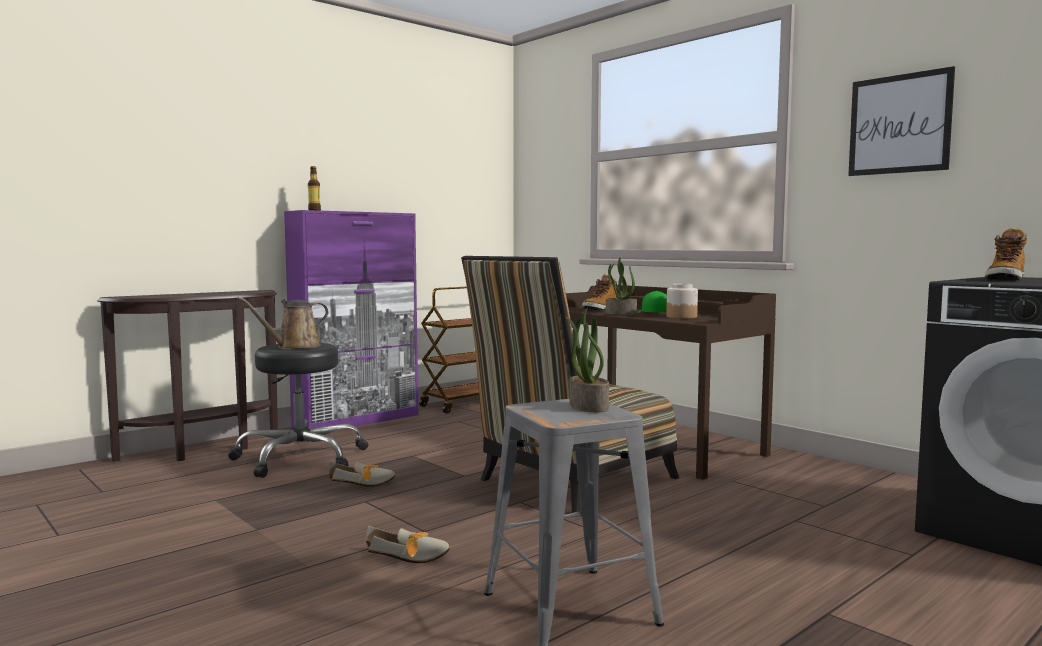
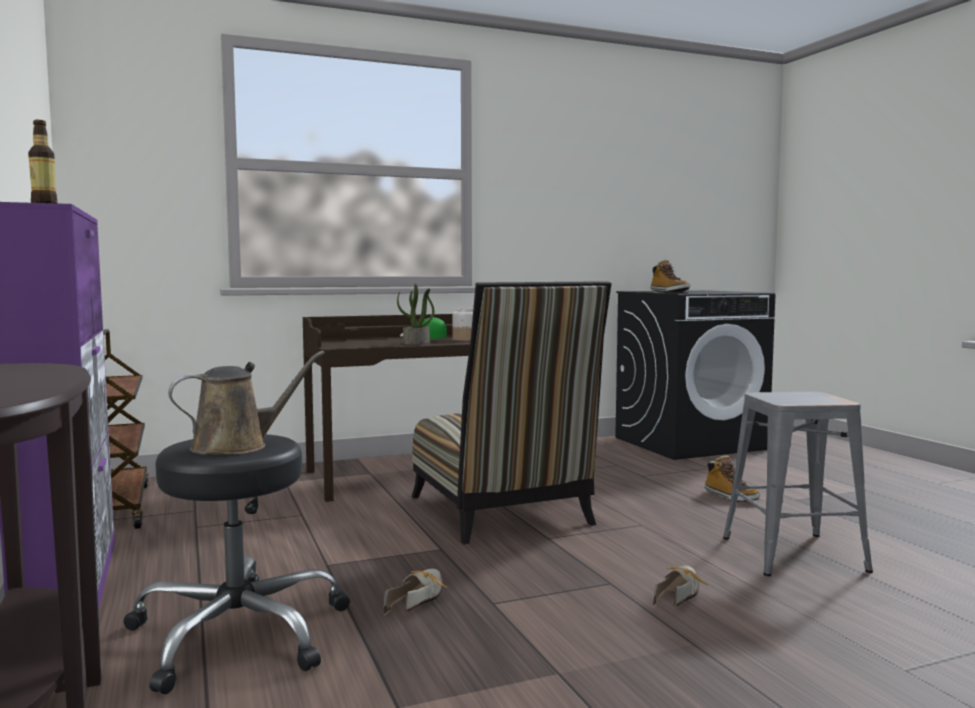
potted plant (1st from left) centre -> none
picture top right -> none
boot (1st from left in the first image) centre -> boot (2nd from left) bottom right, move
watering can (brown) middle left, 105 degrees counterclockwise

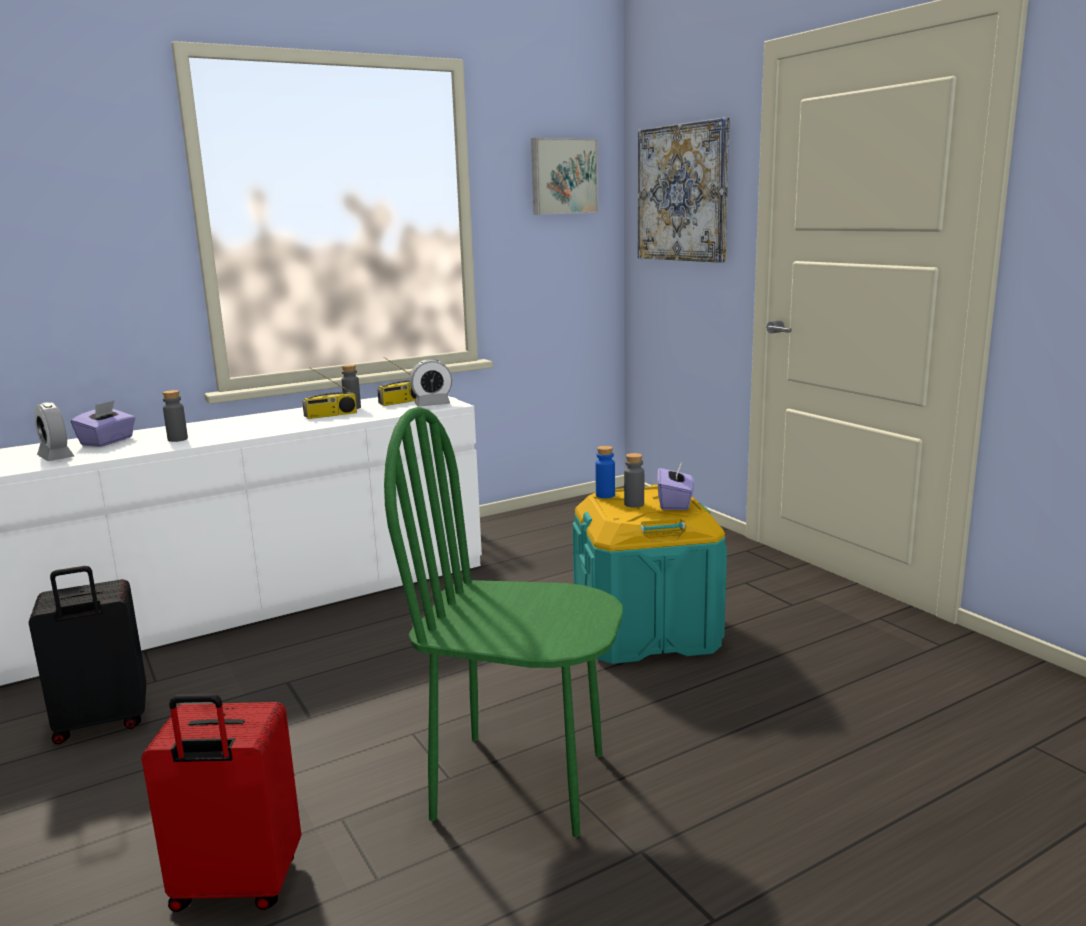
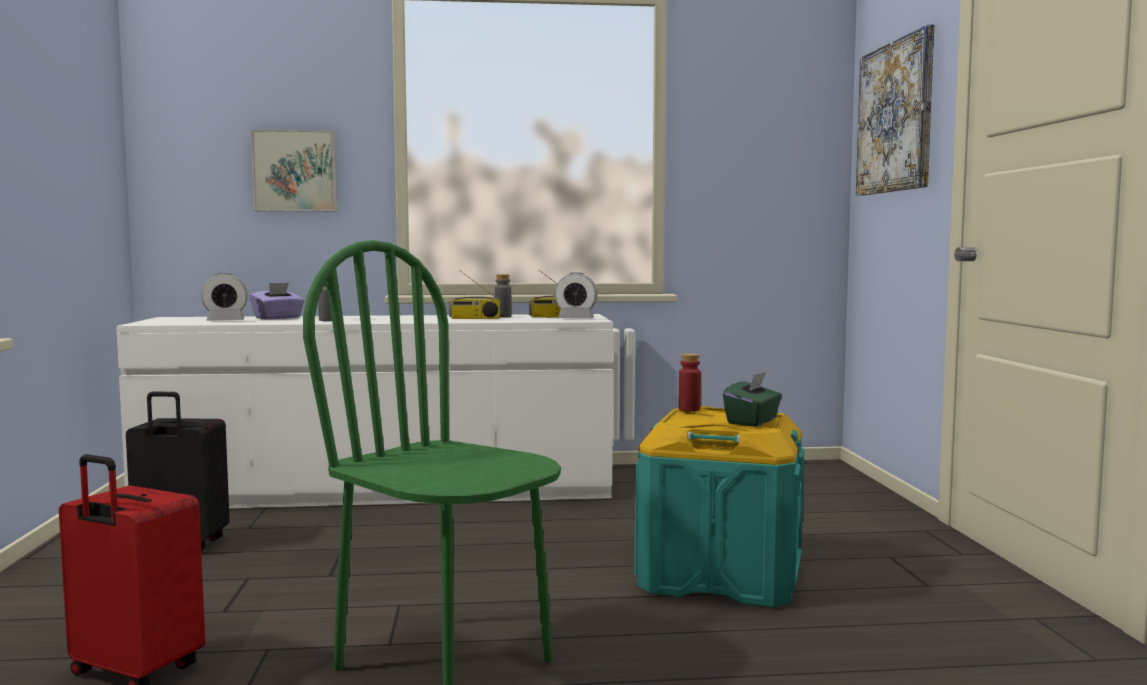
bottle (grey) (3rd from left) centre -> none
picture (1st from left) top centre -> picture (1st from left) top left, move
bottle (blue) centre -> bottle (red) centre
tissue box (purple) (2nd from left) centre -> tissue box (green) centre
alarm clock (1st from left) middle left, 90 degrees counterclockwise

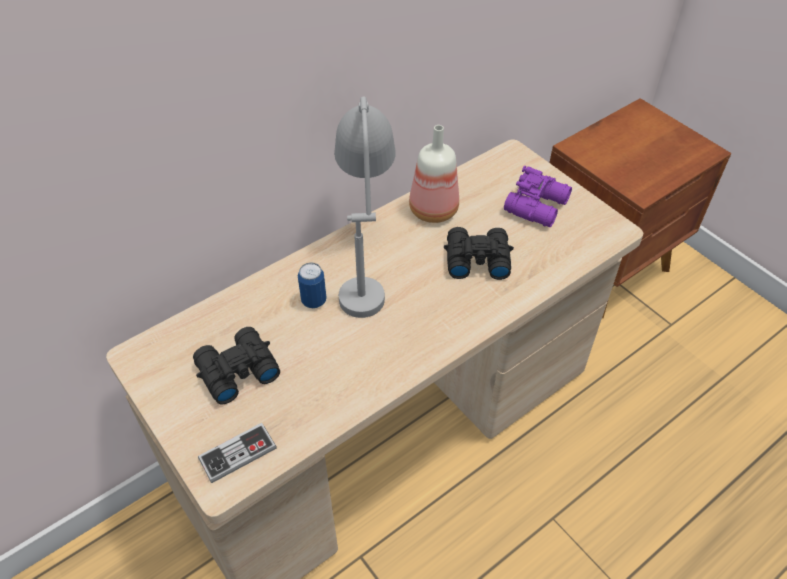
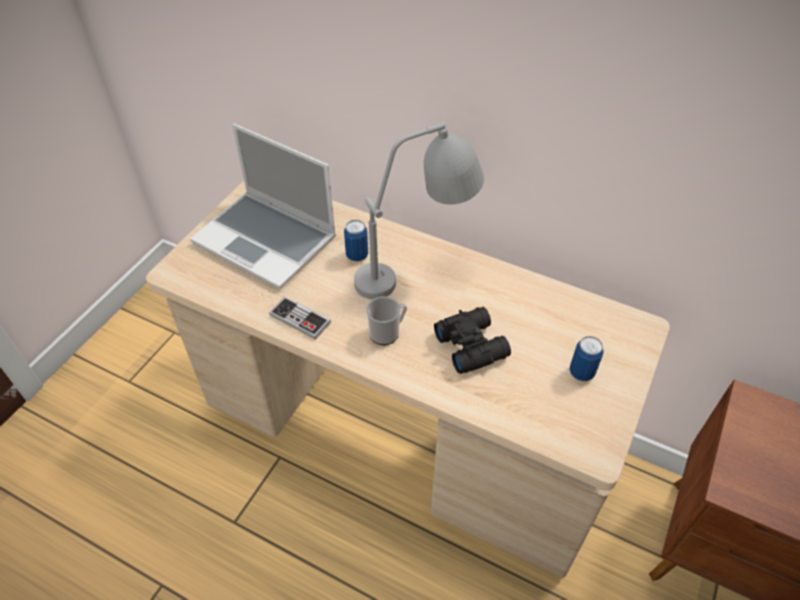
bottle top centre -> none
none -> mug centre
game controller bottom left -> game controller centre, move
binoculars (black) (1st from left) middle left -> laptop middle left
binoculars (purple) middle right -> can (2nd from left) middle right

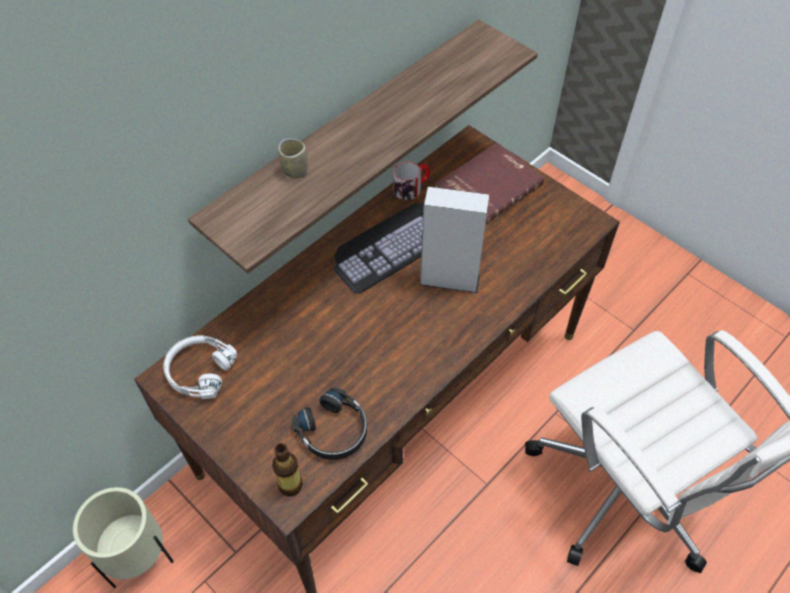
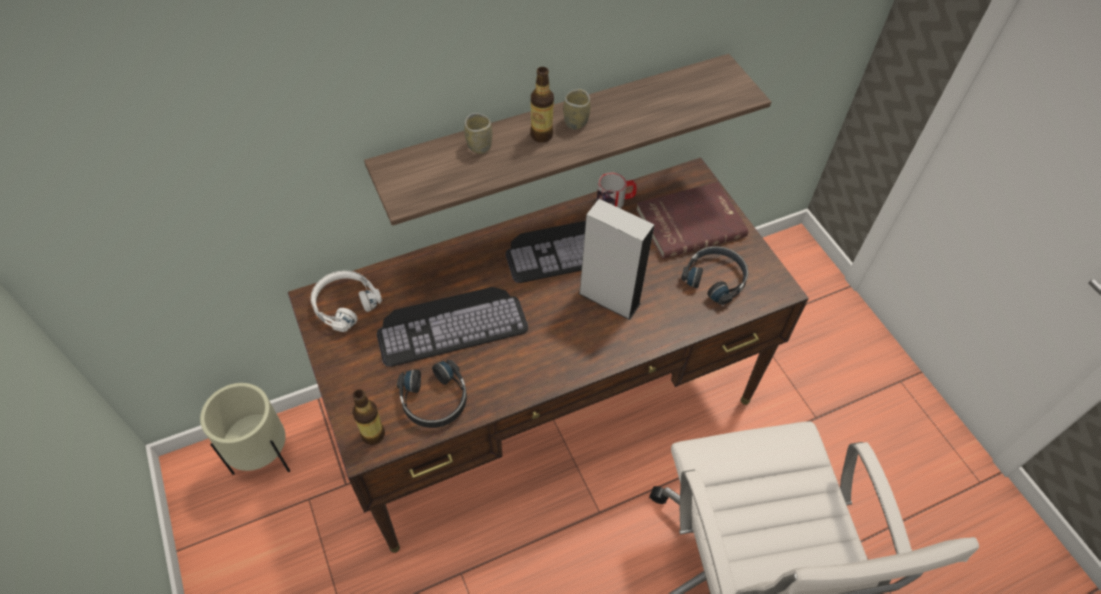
none -> keyboard (1st from left) centre
none -> bottle (2nd from left) top centre
none -> cup (2nd from left) top centre
none -> headphones (black) (2nd from left) centre

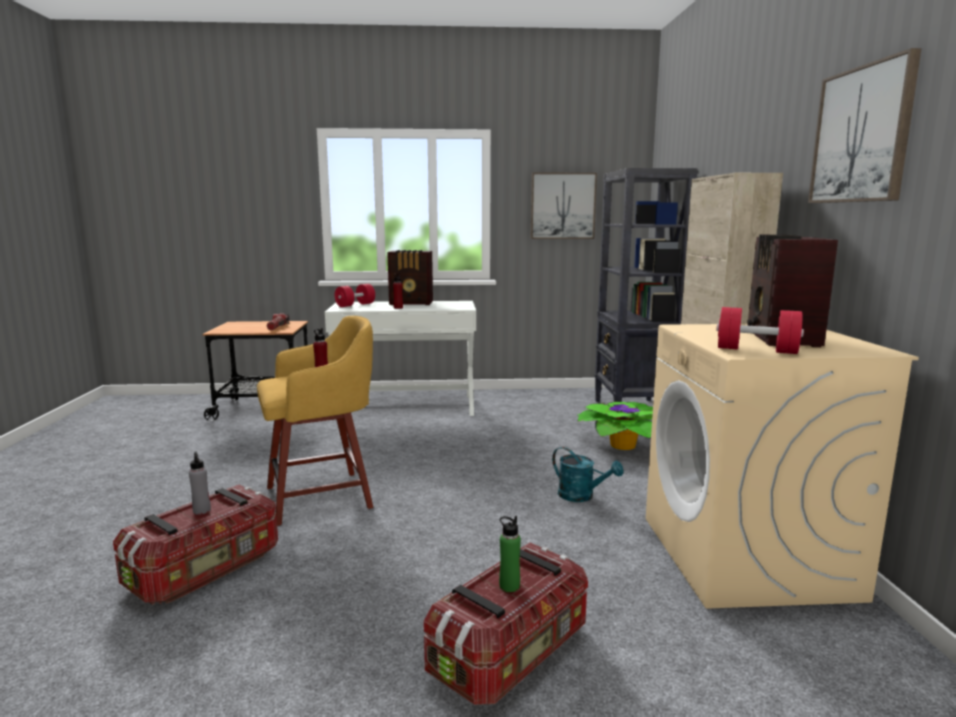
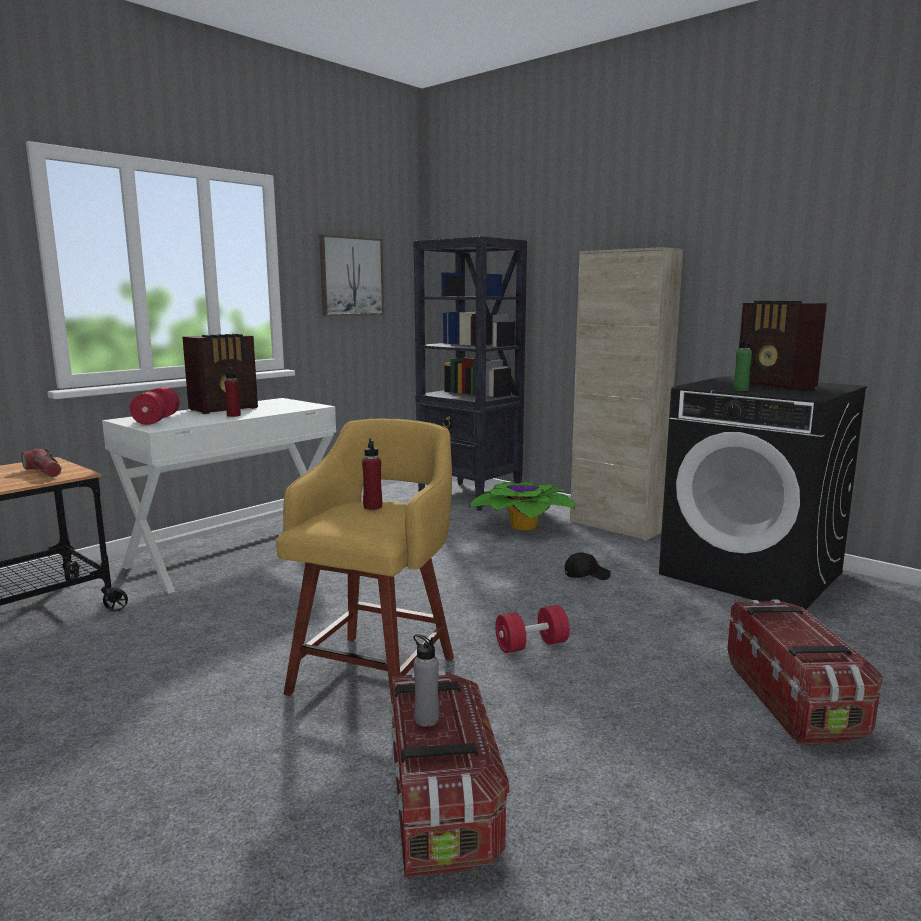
picture (2nd from left) top right -> none
bottle (green) bottom centre -> bottle (green) middle right, move
dumbbell (red) (2nd from left) middle right -> dumbbell (red) (2nd from left) bottom centre, move
watering can (turquoise) centre -> cap (black) centre
washing machine (beige) middle right -> washing machine (black) middle right

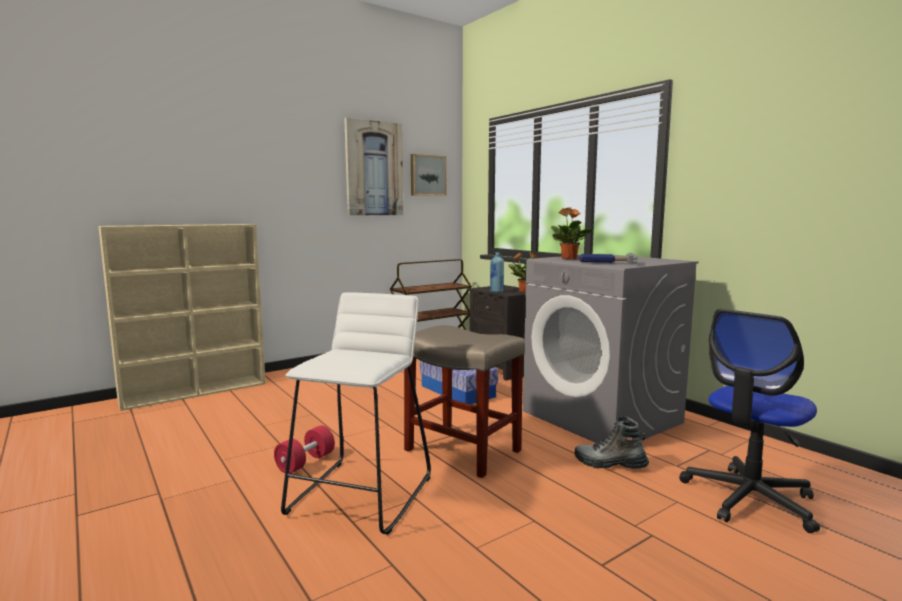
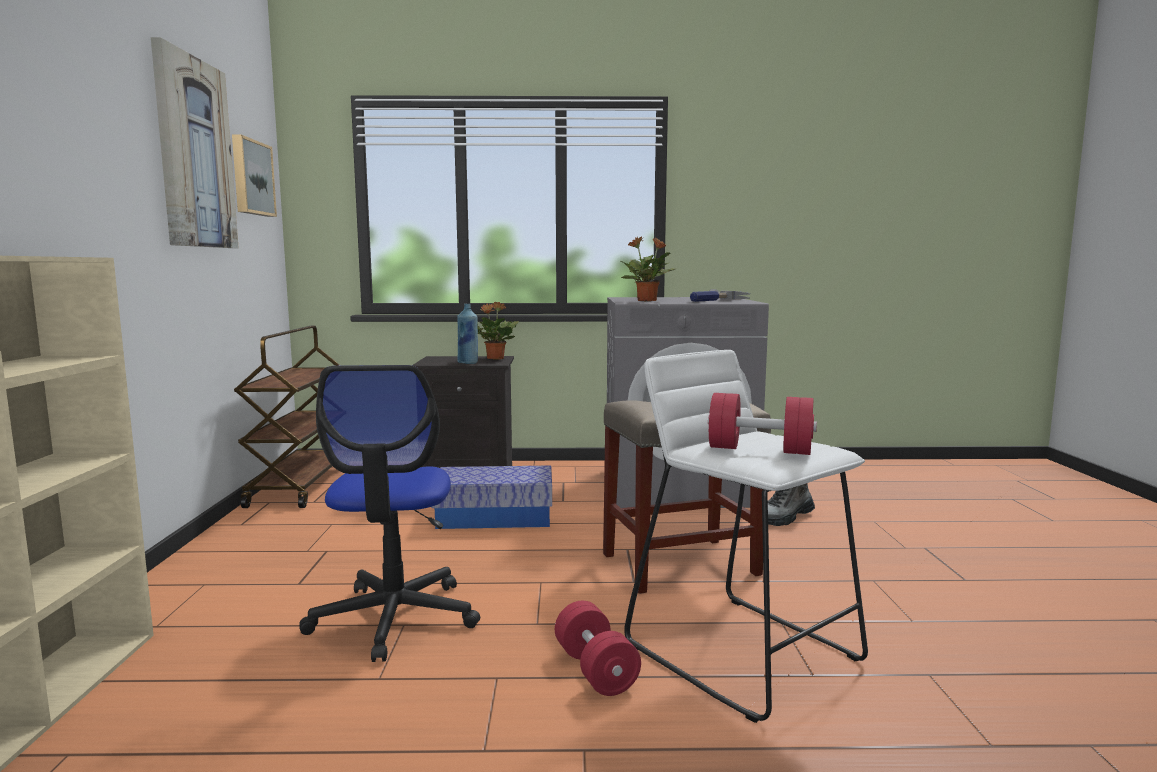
none -> dumbbell (red) (2nd from left) centre
office chair bottom right -> office chair centre, move

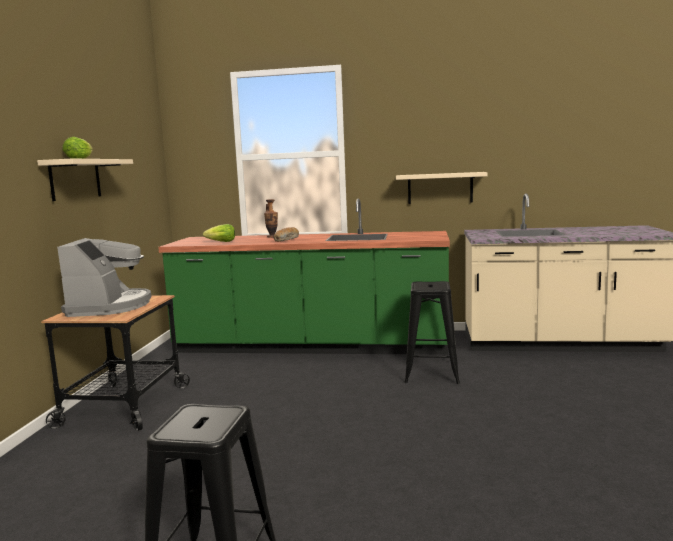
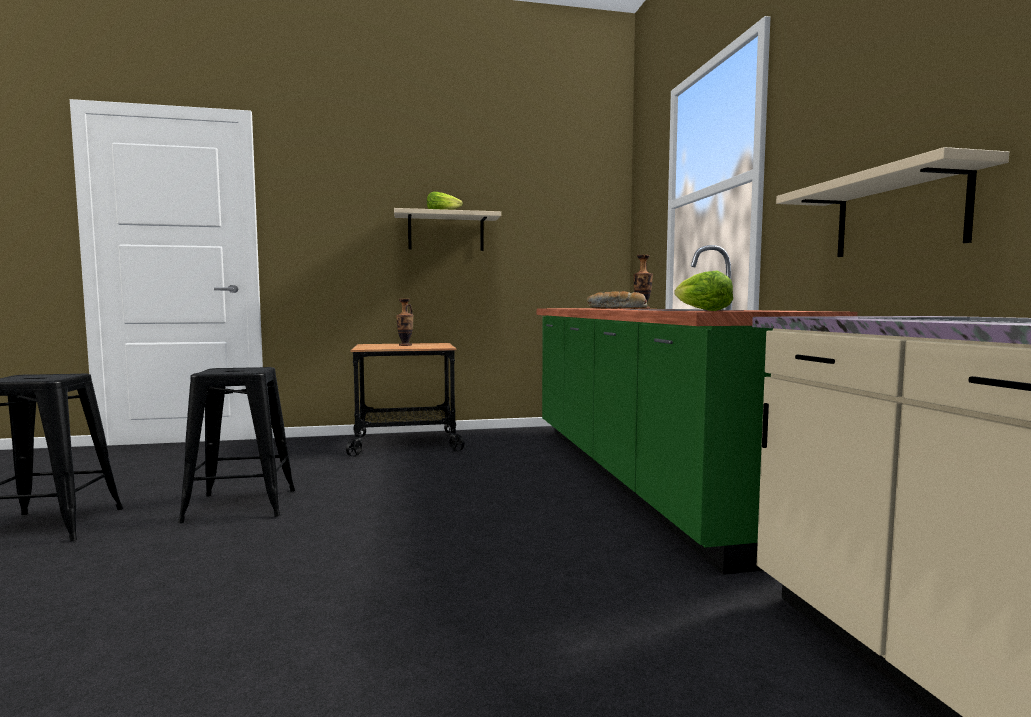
lettuce (2nd from left) middle left -> lettuce (2nd from left) middle right, move
stool (black) (2nd from left) centre -> stool (black) (2nd from left) middle left, move
coffee machine middle left -> vase (1st from left) centre

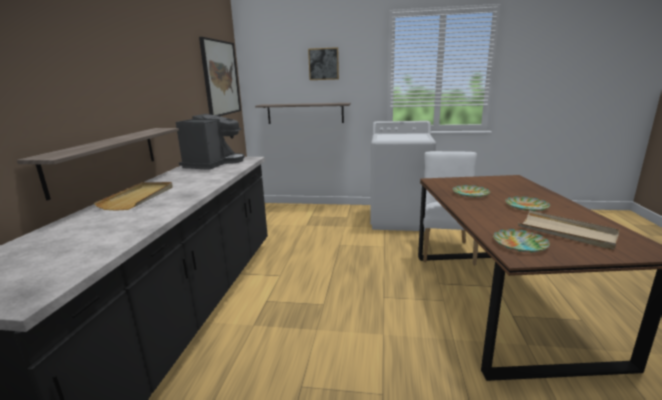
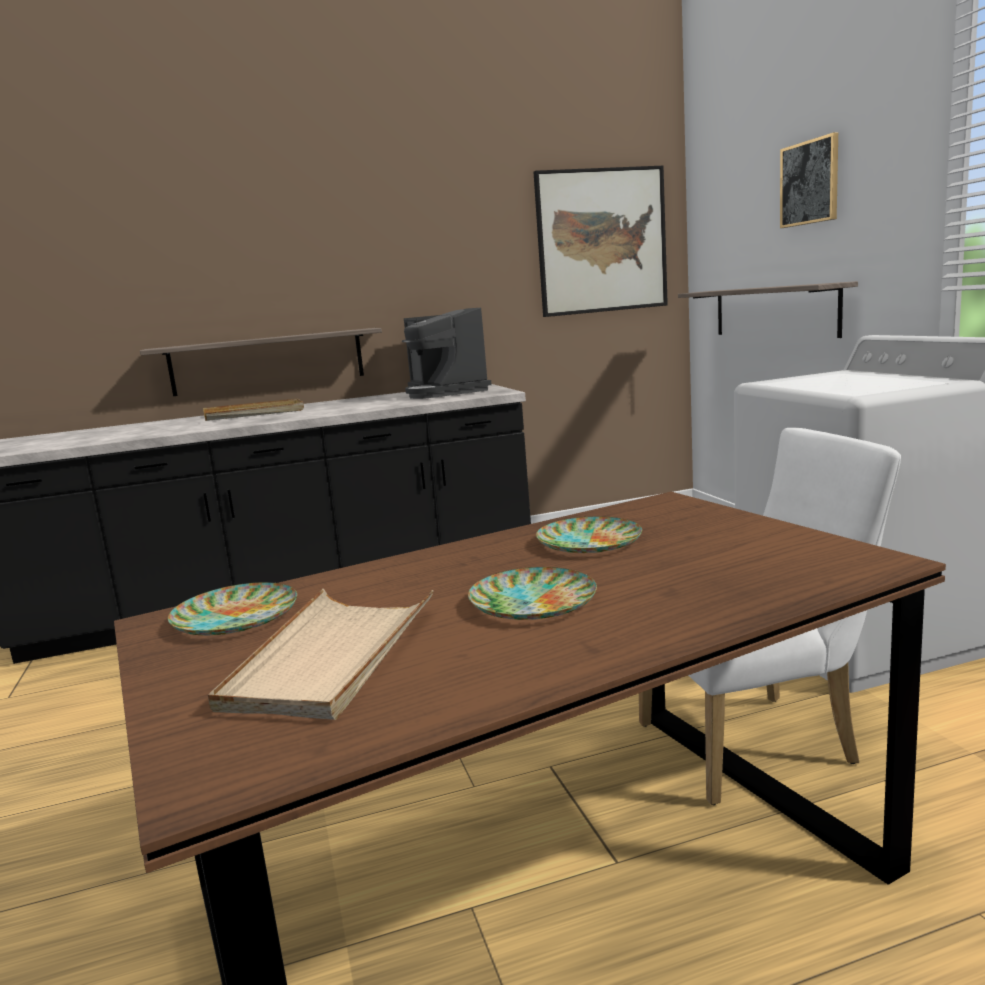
coffee machine middle left -> coffee machine centre, 75 degrees clockwise

